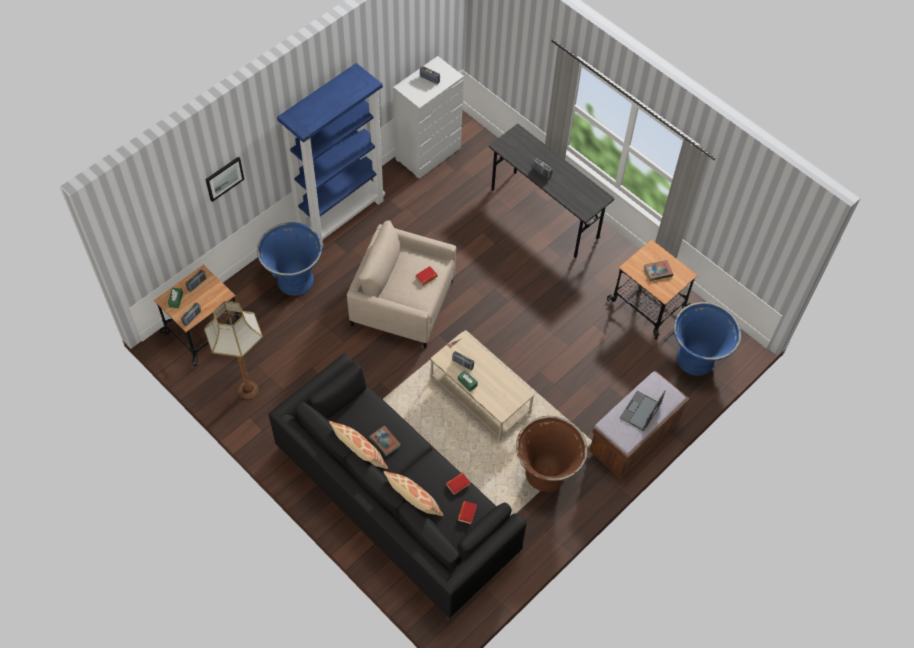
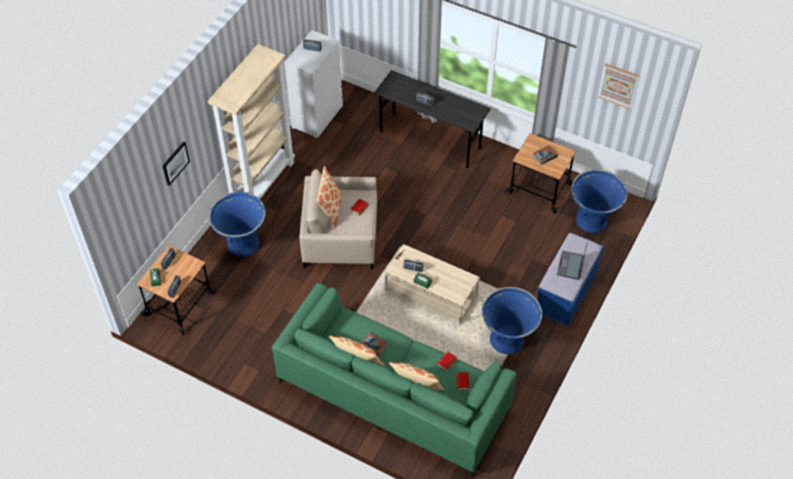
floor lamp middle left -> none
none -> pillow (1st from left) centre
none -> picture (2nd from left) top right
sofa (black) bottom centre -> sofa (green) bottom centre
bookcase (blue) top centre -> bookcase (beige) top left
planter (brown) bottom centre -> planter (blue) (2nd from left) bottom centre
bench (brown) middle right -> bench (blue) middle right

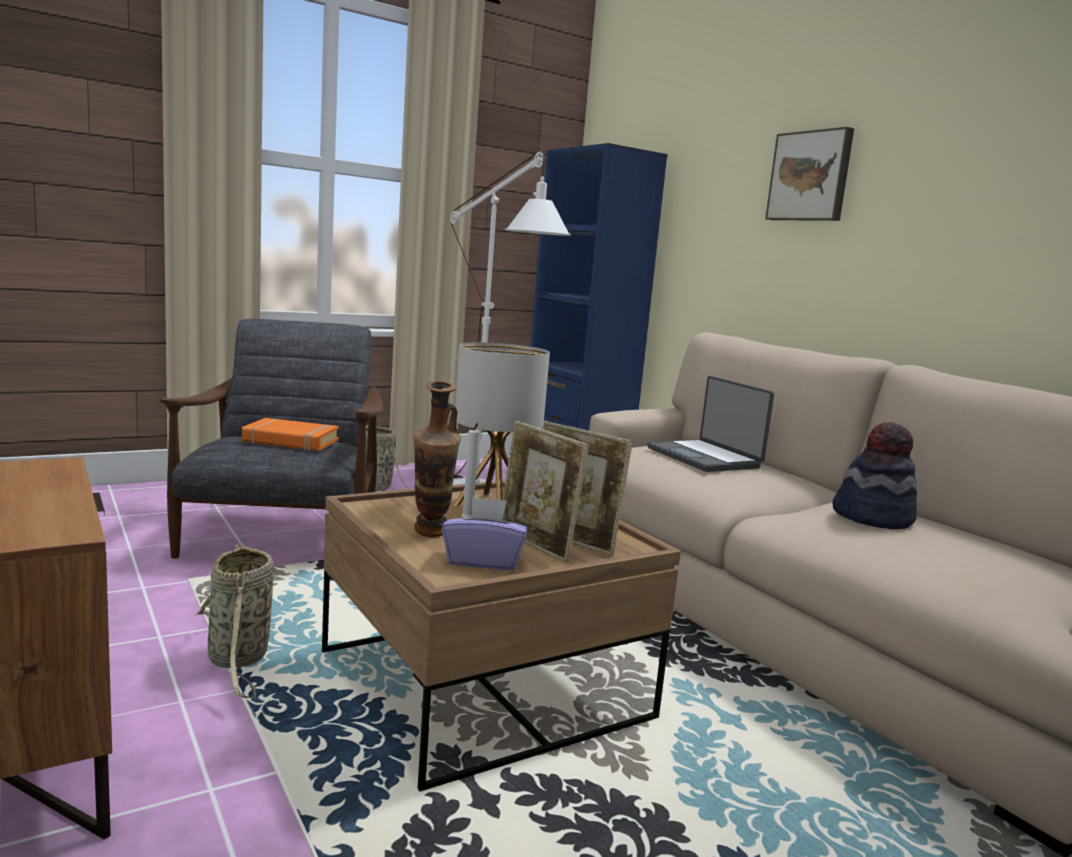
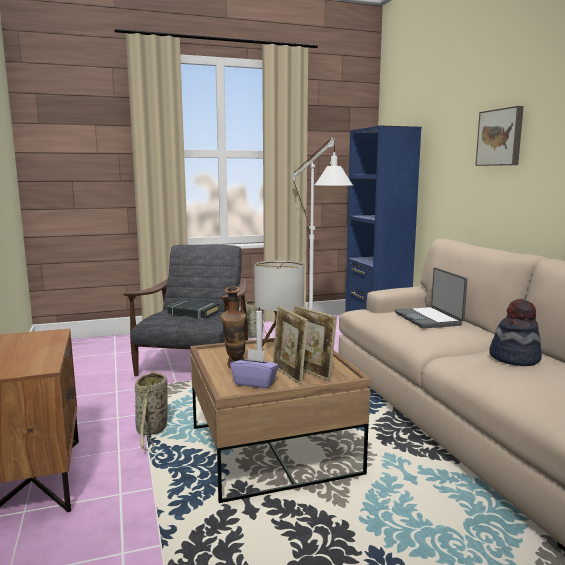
book (orange) middle left -> book (black) centre

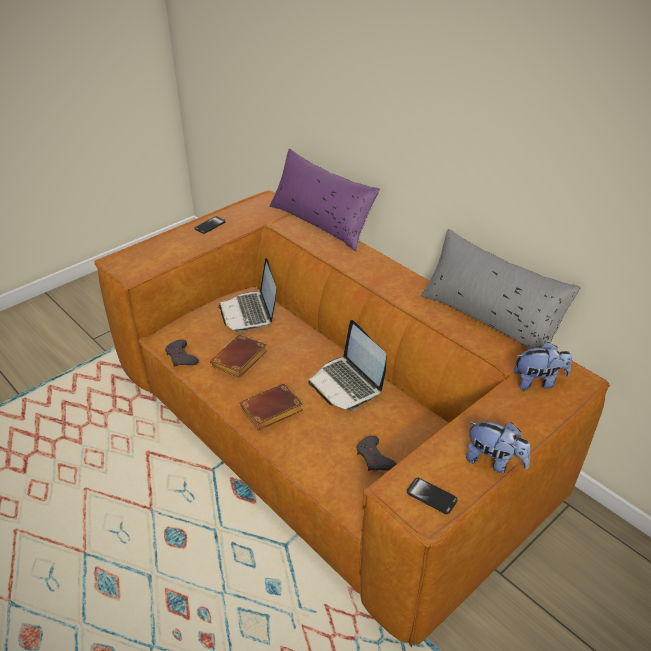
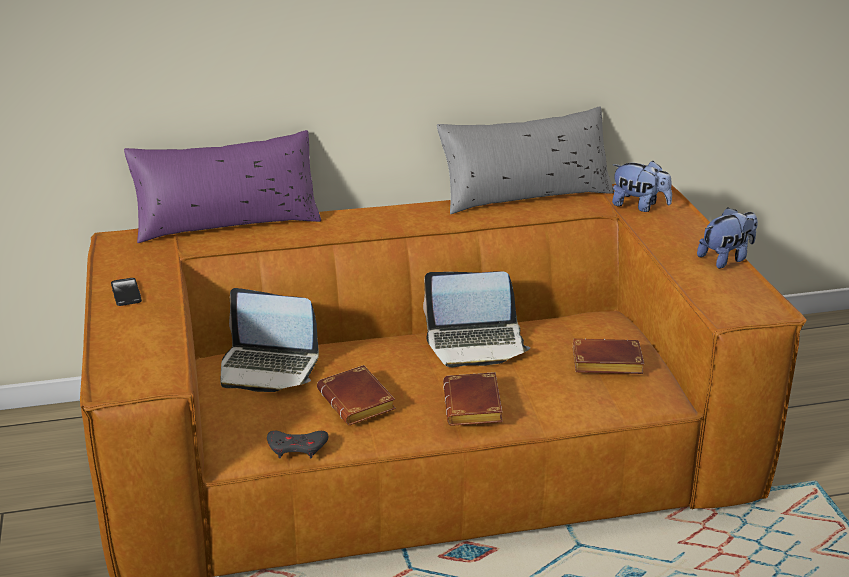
phone (2nd from left) bottom centre -> none
game controller (grey) (2nd from left) bottom centre -> book (brown) (3rd from left) middle right
plush toy (2nd from left in the first image) middle right -> plush toy (1st from left) top right, 90 degrees clockwise

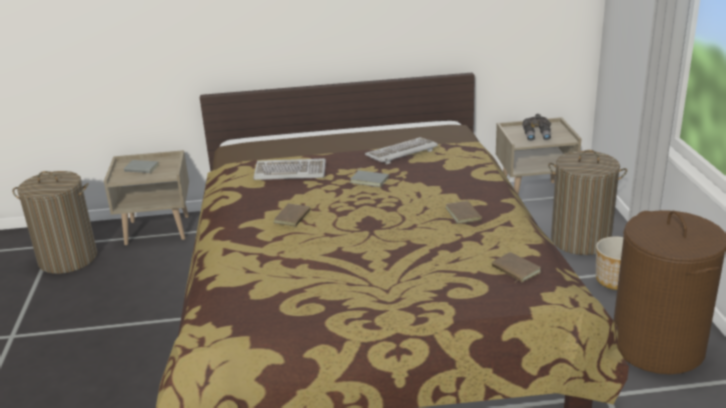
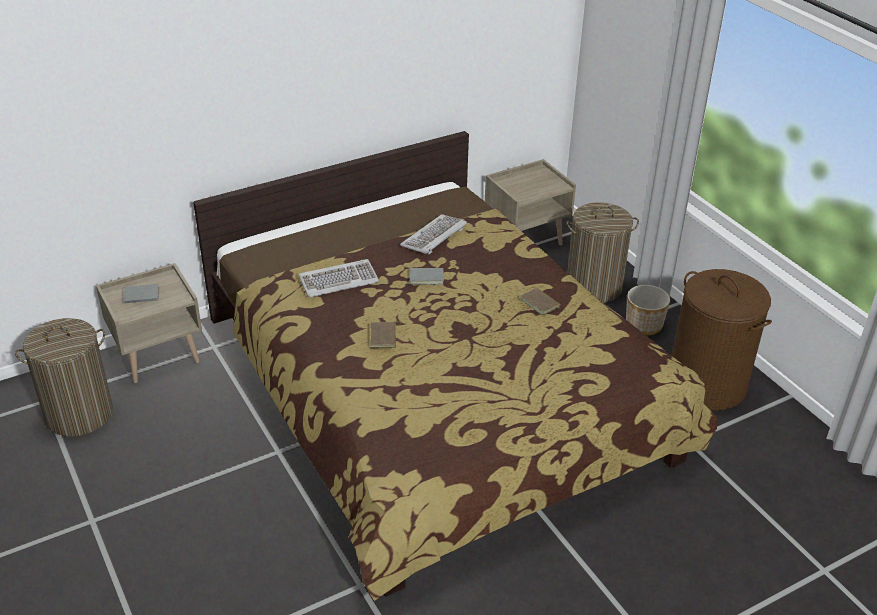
book (brown) (3rd from left) middle right -> none
binoculars (grey) top right -> none

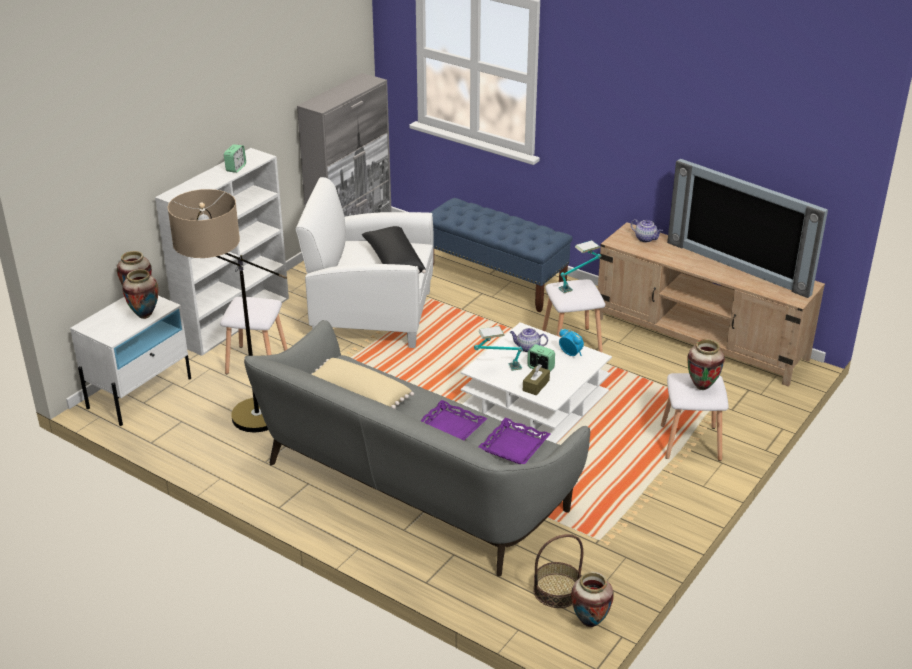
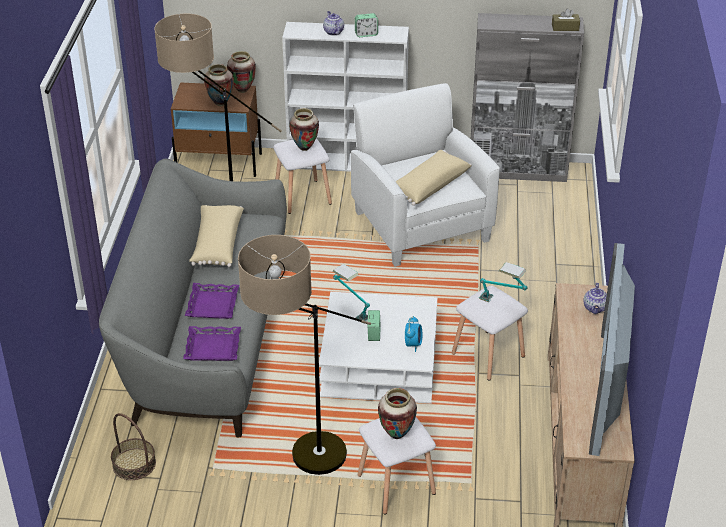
bench (blue) centre -> none
none -> floor lamp (2nd from left) bottom centre
teapot (1st from left) centre -> teapot (1st from left) top centre, move
tissue box (brown) centre -> tissue box (brown) top right, move
vase (3rd from left) bottom centre -> vase (3rd from left) top centre, move
nightstand (white) middle left -> nightstand (brown) top left
pillow (black) centre -> pillow (beige) (2nd from left) centre

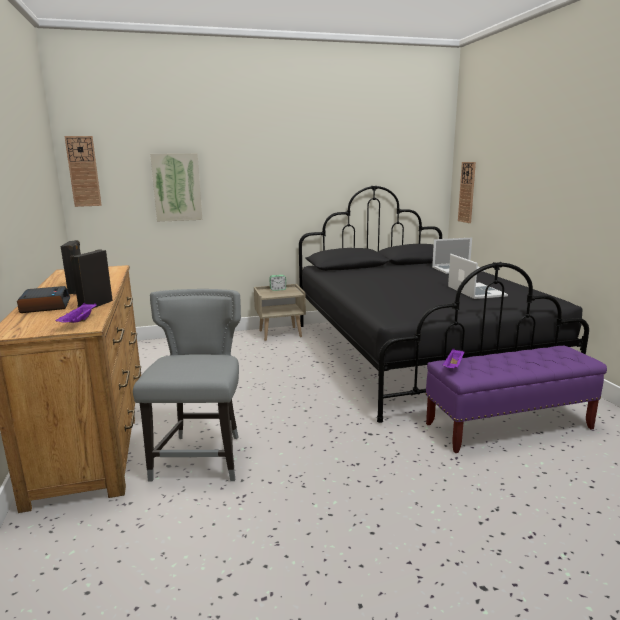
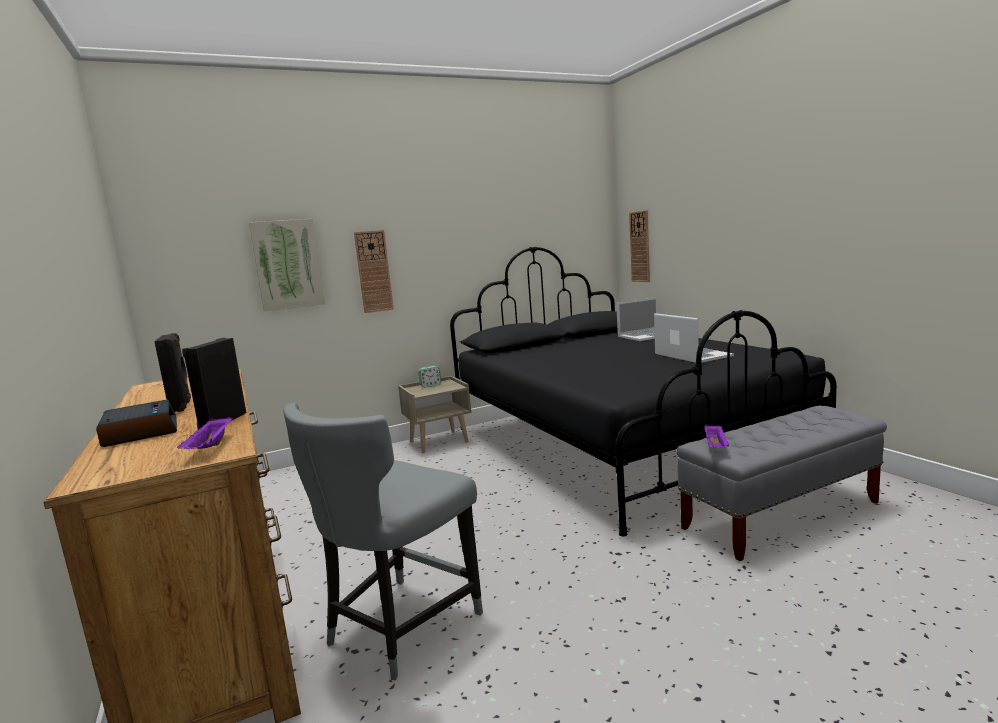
wall clock (1st from left) top left -> wall clock (1st from left) centre, move
bench (purple) middle right -> bench (grey) bottom right
chair (grey) middle left -> chair (grey) bottom centre, 135 degrees counterclockwise

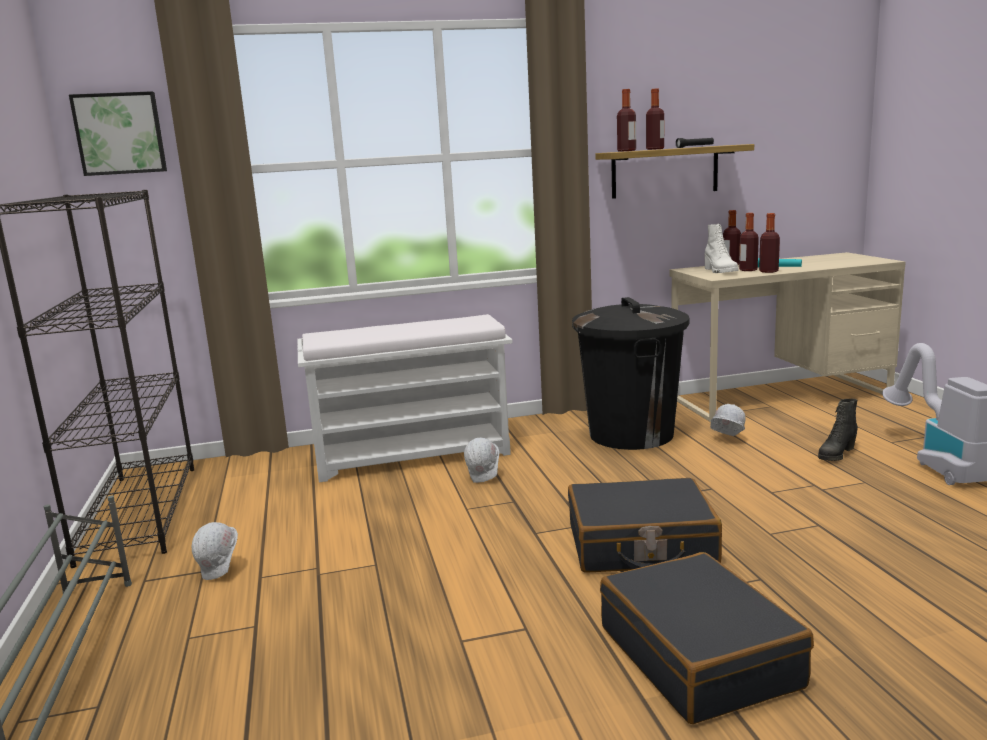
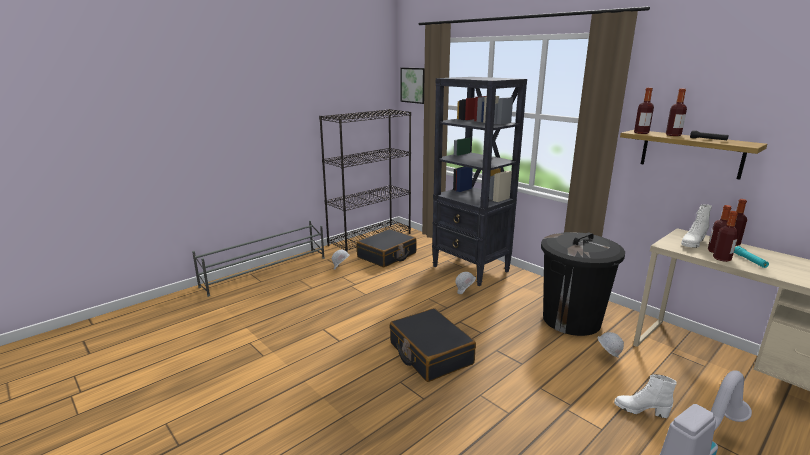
suitcase (black) (2nd from left in the first image) bottom right -> suitcase (black) (1st from left) centre, move
bench (white) centre -> bookcase (black) (2nd from left) centre
boot (black) middle right -> boot (white) (1st from left) bottom right

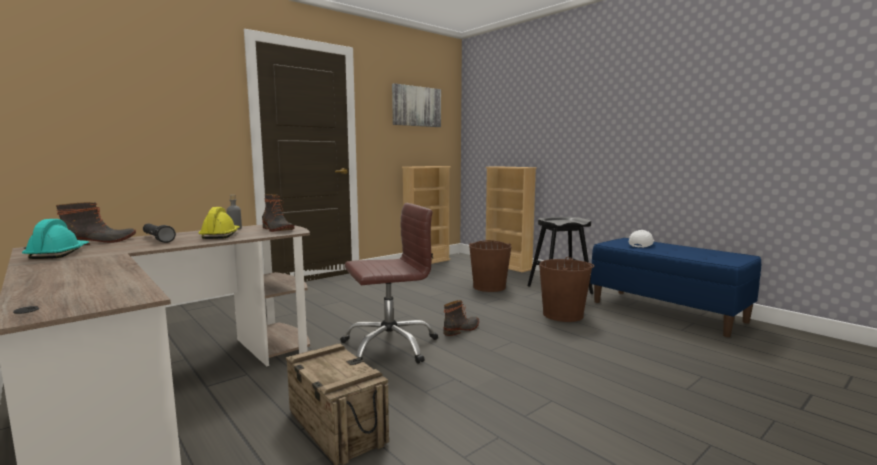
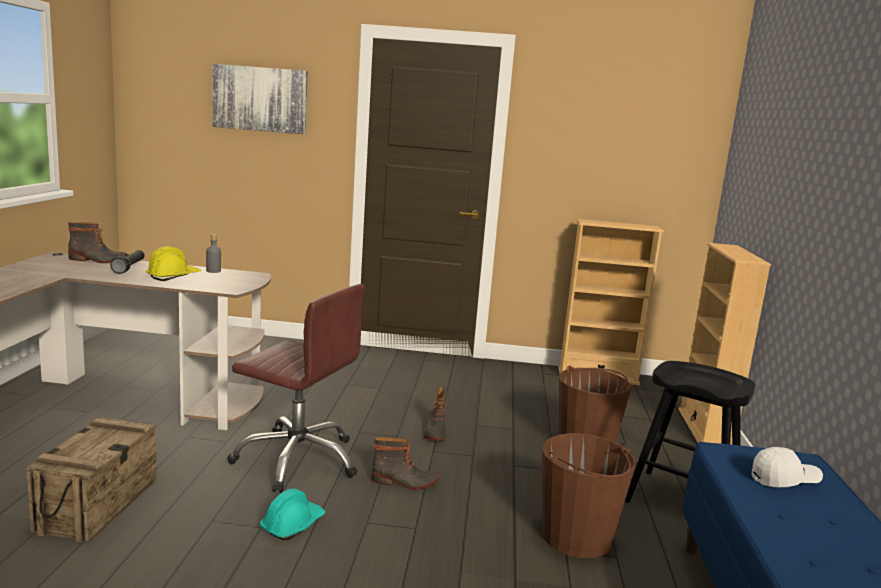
hard hat (turquoise) middle left -> hard hat (turquoise) bottom left, move
boot (2nd from left in the first image) middle left -> boot (3rd from left) bottom centre, move
picture top centre -> picture top left, move

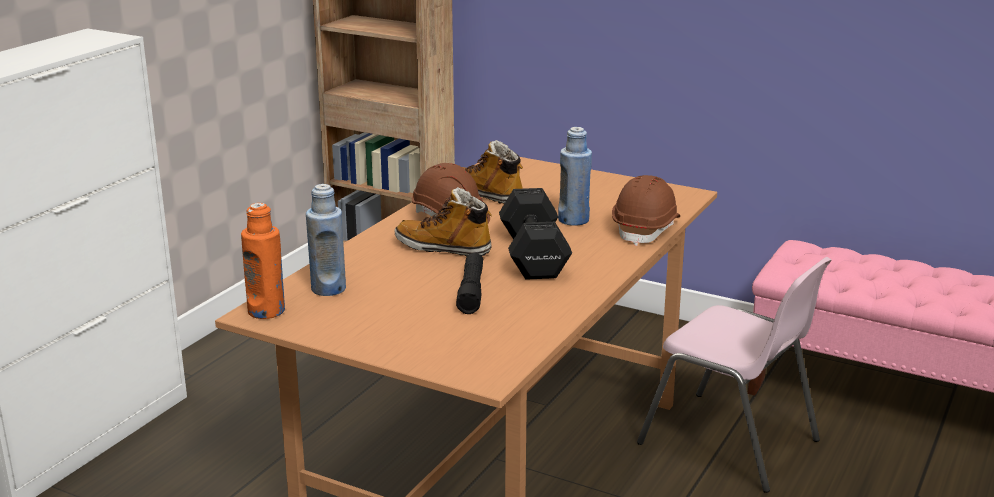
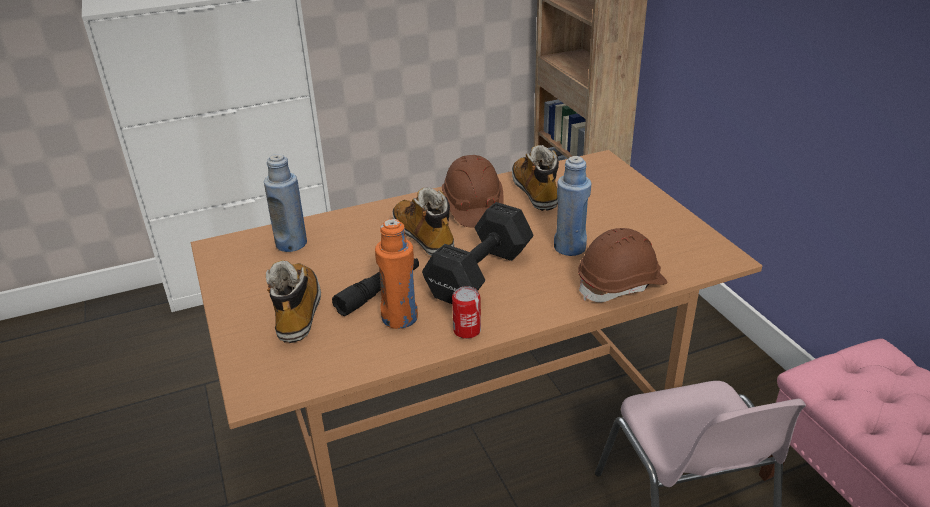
none -> boot (1st from left) middle left
none -> can centre
bottle (orange) middle left -> bottle (orange) centre, move

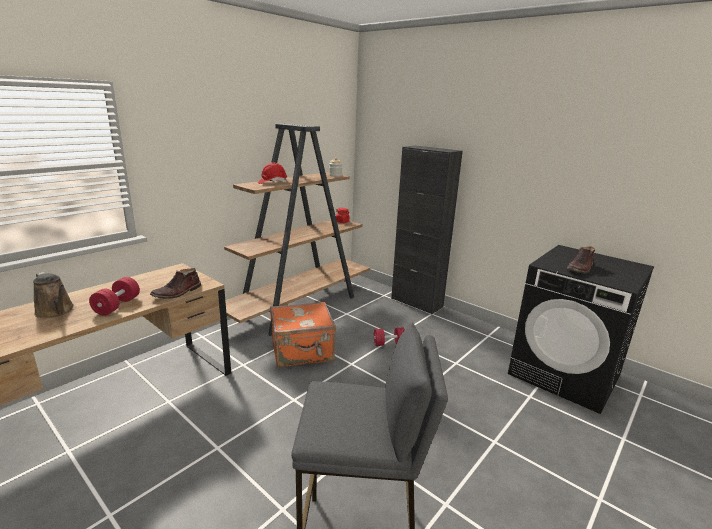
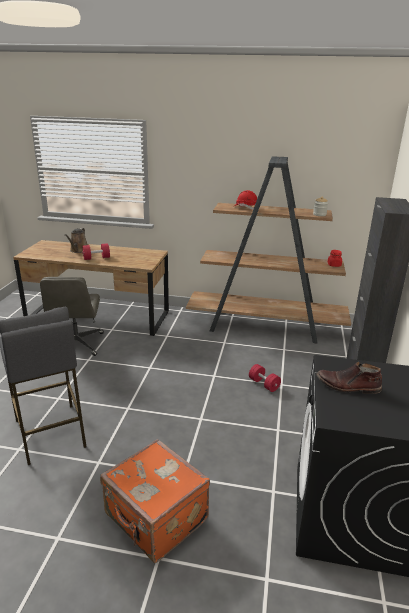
boot (brown) (1st from left) middle left -> none
none -> office chair (grey) middle left
suitcase (orange) centre -> suitcase (orange) bottom centre, move

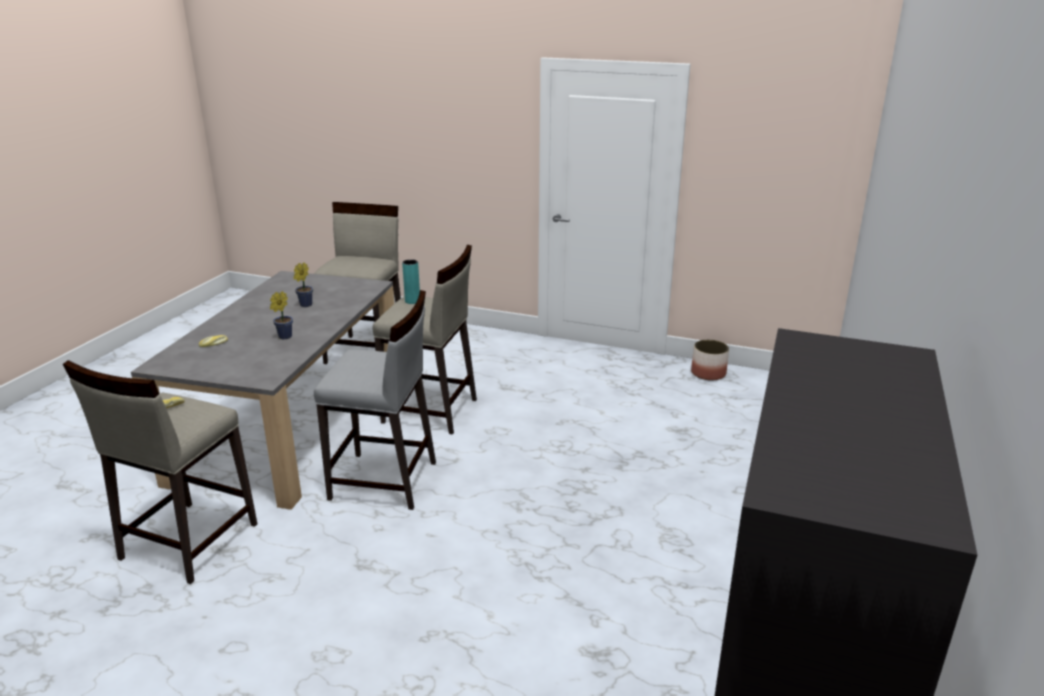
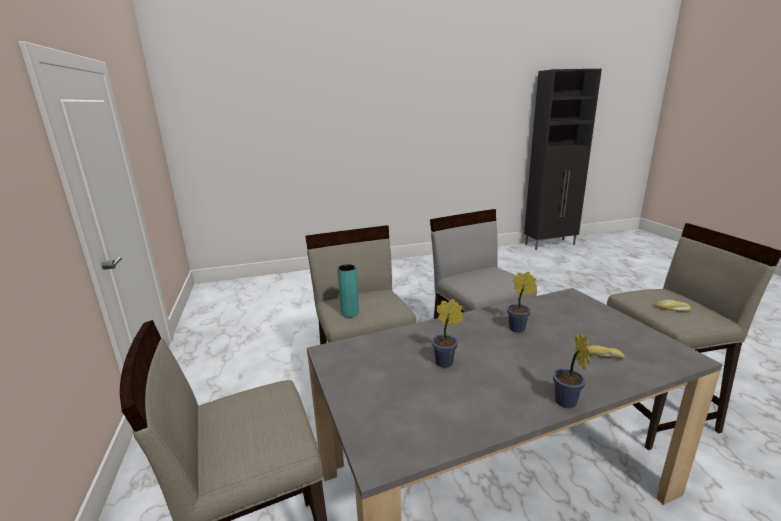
planter middle right -> none
none -> potted plant (3rd from left) bottom right

